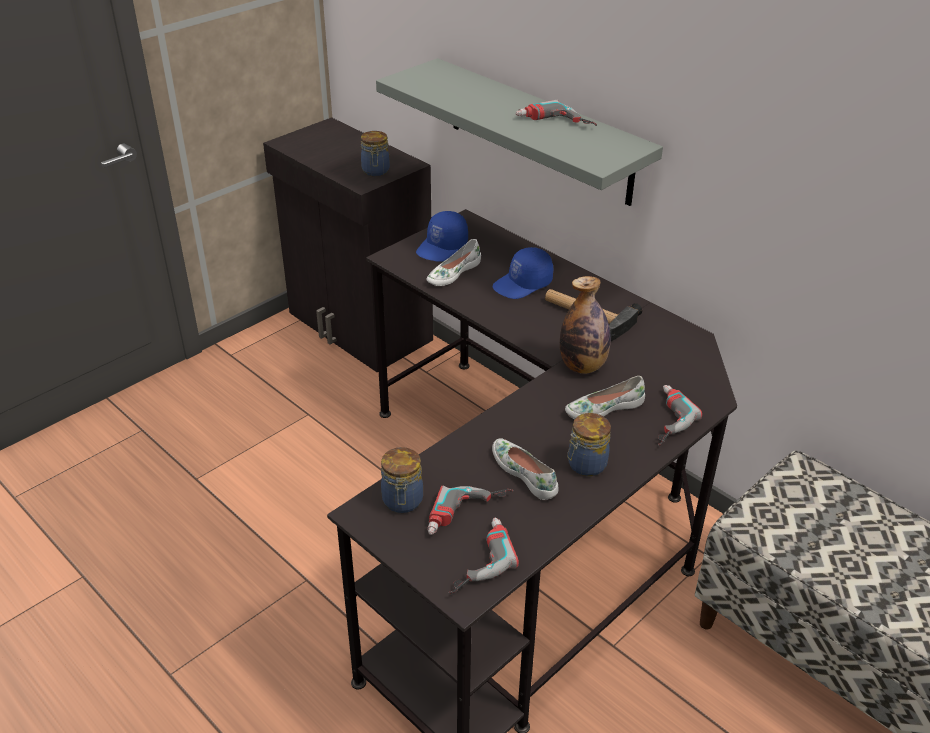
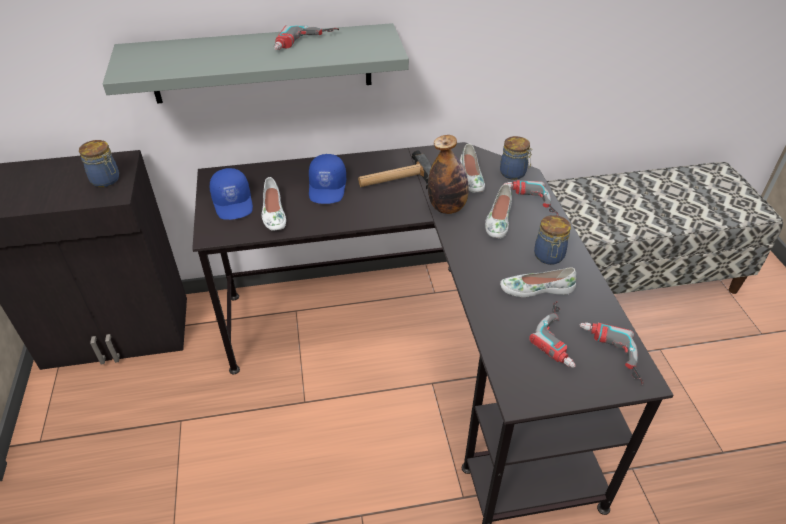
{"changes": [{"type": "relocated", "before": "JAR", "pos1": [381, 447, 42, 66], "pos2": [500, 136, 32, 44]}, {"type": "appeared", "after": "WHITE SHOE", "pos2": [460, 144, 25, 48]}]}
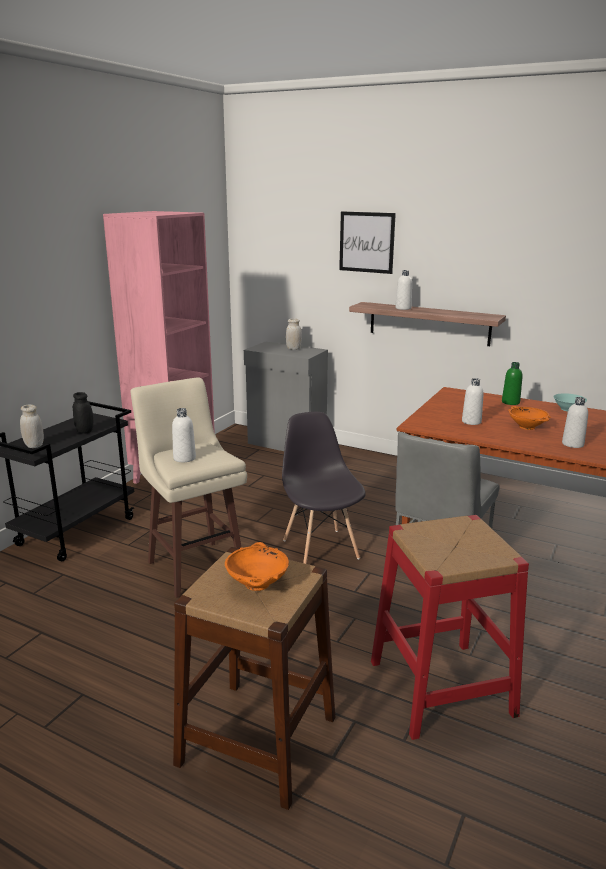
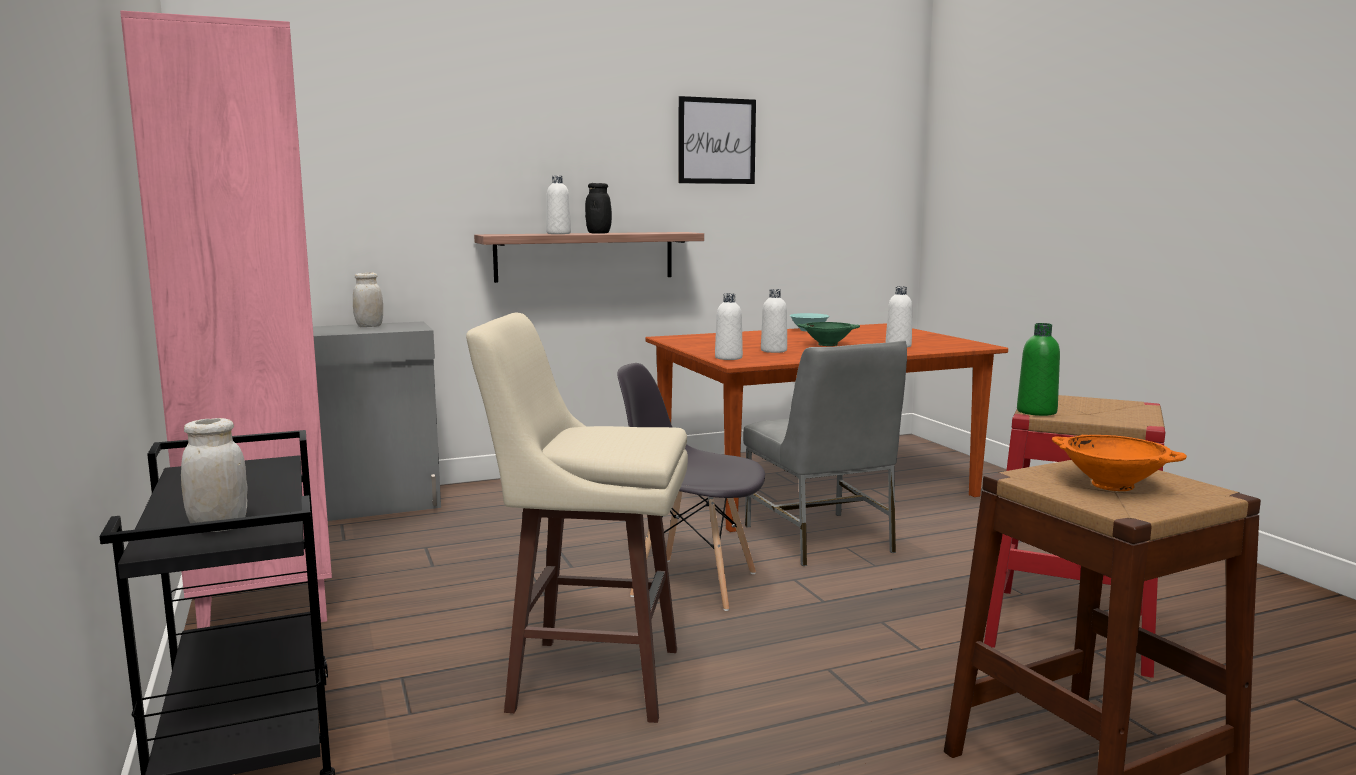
{"changes": [{"type": "relocated", "before": "PICTURE", "pos1": [339, 211, 57, 63], "pos2": [679, 96, 77, 88]}, {"type": "relocated", "before": "GREEN BOTTLE", "pos1": [502, 362, 20, 43], "pos2": [1017, 323, 43, 93]}, {"type": "relocated", "before": "BLACK JAR", "pos1": [73, 392, 20, 42], "pos2": [585, 183, 27, 51]}, {"type": "colour", "before": "ORANGE BOWL", "after": "GREEN BOWL", "pos1": [508, 406, 43, 24], "pos2": [798, 322, 62, 24]}, {"type": "relocated", "before": "WHITE BOTTLE", "pos1": [172, 408, 24, 54], "pos2": [715, 293, 28, 67]}]}
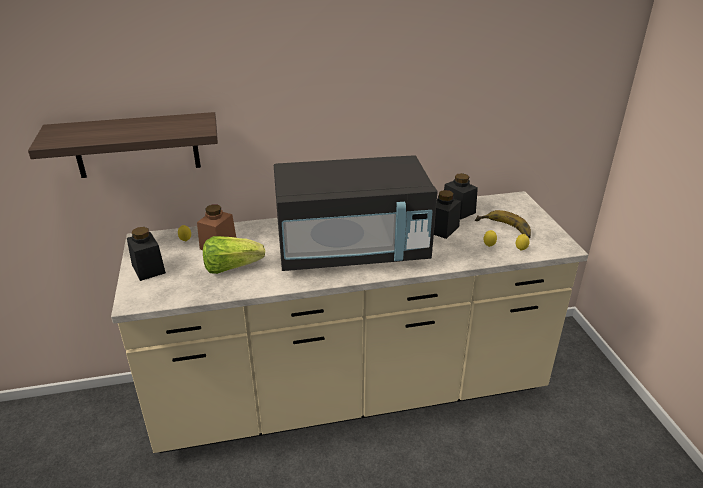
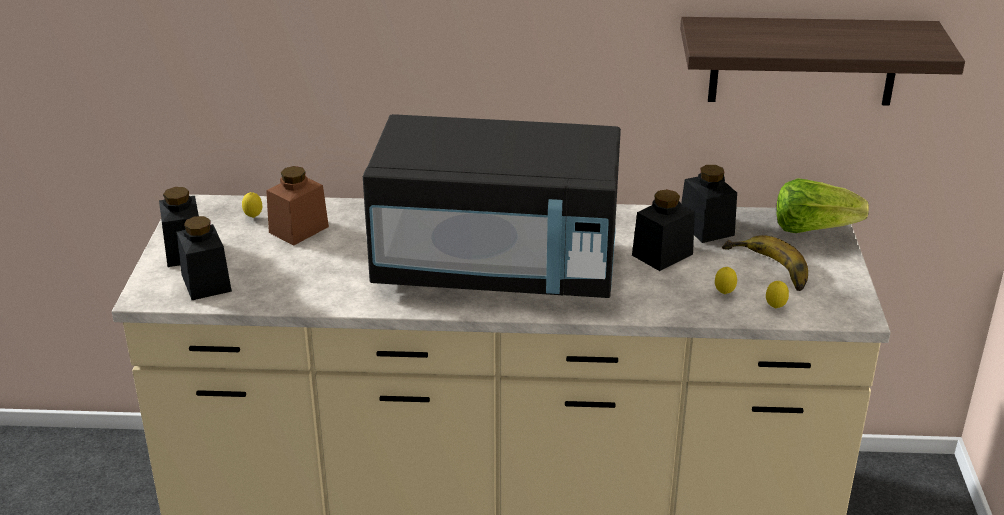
{"changes": [{"type": "relocated", "before": "SHELF", "pos1": [28, 112, 190, 66], "pos2": [680, 17, 285, 88]}, {"type": "relocated", "before": "LETTUCE", "pos1": [203, 236, 62, 38], "pos2": [777, 178, 92, 55]}, {"type": "appeared", "after": "BLACK JAR", "pos2": [177, 216, 55, 84]}]}
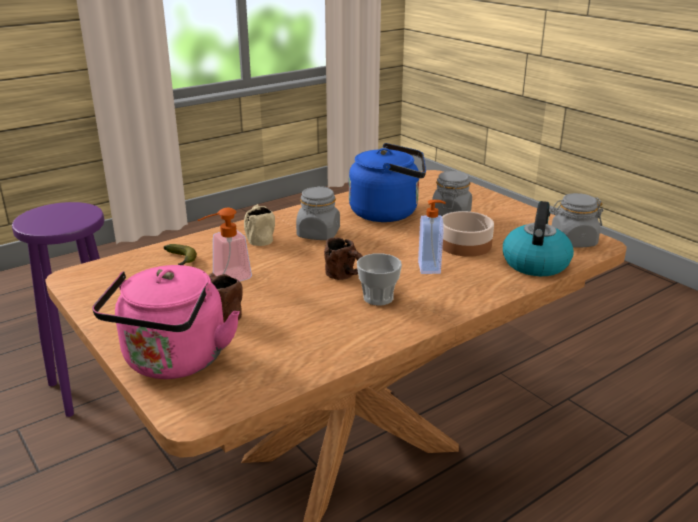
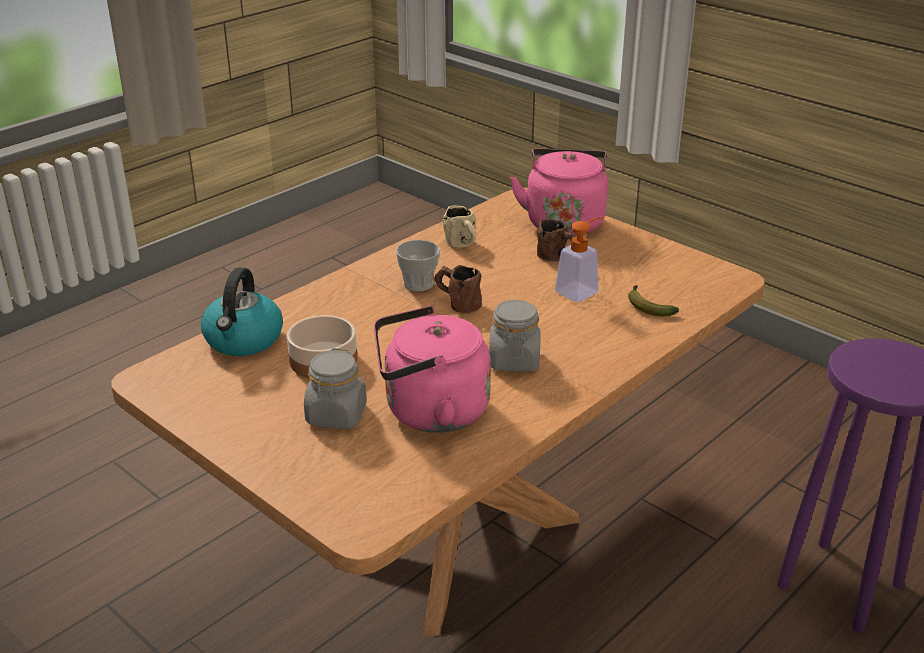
{"changes": [{"type": "colour", "before": "BLUE KETTLE", "after": "PINK KETTLE", "pos1": [349, 143, 77, 79], "pos2": [374, 306, 117, 127]}, {"type": "missing", "before": "GREY JAR", "pos1": [551, 193, 52, 55]}, {"type": "missing", "before": "SOAP DISPENSER", "pos1": [418, 200, 28, 74]}, {"type": "relocated", "before": "BEIGE MUG", "pos1": [244, 204, 31, 42], "pos2": [443, 205, 34, 43]}]}
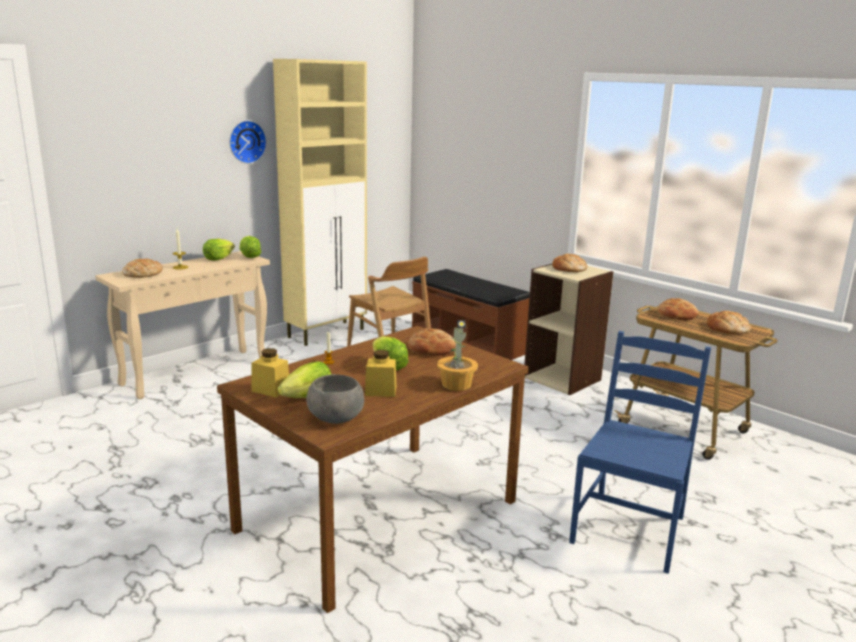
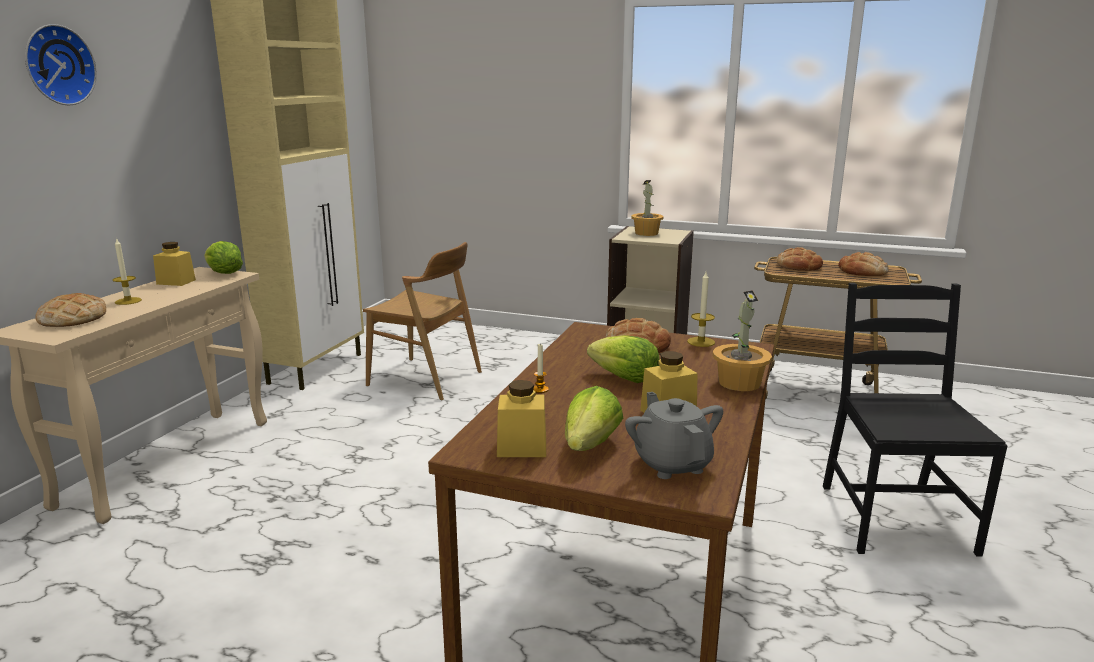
{"changes": [{"type": "relocated", "before": "WALL CLOCK", "pos1": [229, 120, 38, 44], "pos2": [25, 24, 72, 81]}, {"type": "exchanged", "before": "LETTUCE", "after": "YELLOW JAR", "pos1": [203, 239, 32, 22], "pos2": [153, 242, 43, 44]}, {"type": "exchanged", "before": "BREAD", "after": "POTTED PLANT", "pos1": [552, 254, 35, 18], "pos2": [631, 180, 33, 56]}, {"type": "missing", "before": "BROWN BENCH", "pos1": [412, 269, 118, 91]}, {"type": "colour", "before": "BLUE CHAIR", "after": "BLACK CHAIR", "pos1": [569, 331, 142, 243], "pos2": [823, 283, 184, 274]}, {"type": "exchanged", "before": "GREY BOWL", "after": "GREY TEAPOT", "pos1": [306, 374, 58, 50], "pos2": [625, 392, 98, 87]}, {"type": "appeared", "after": "CANDLE", "pos2": [687, 272, 28, 75]}]}
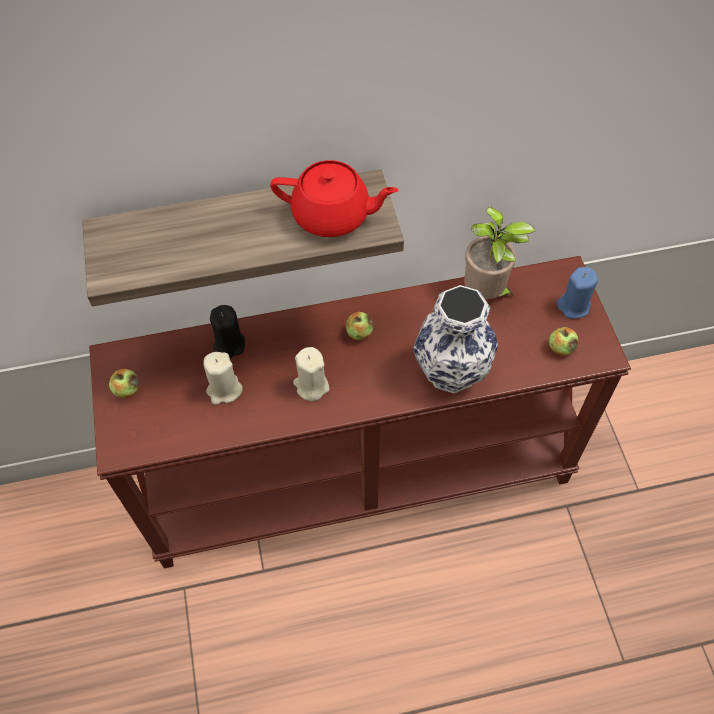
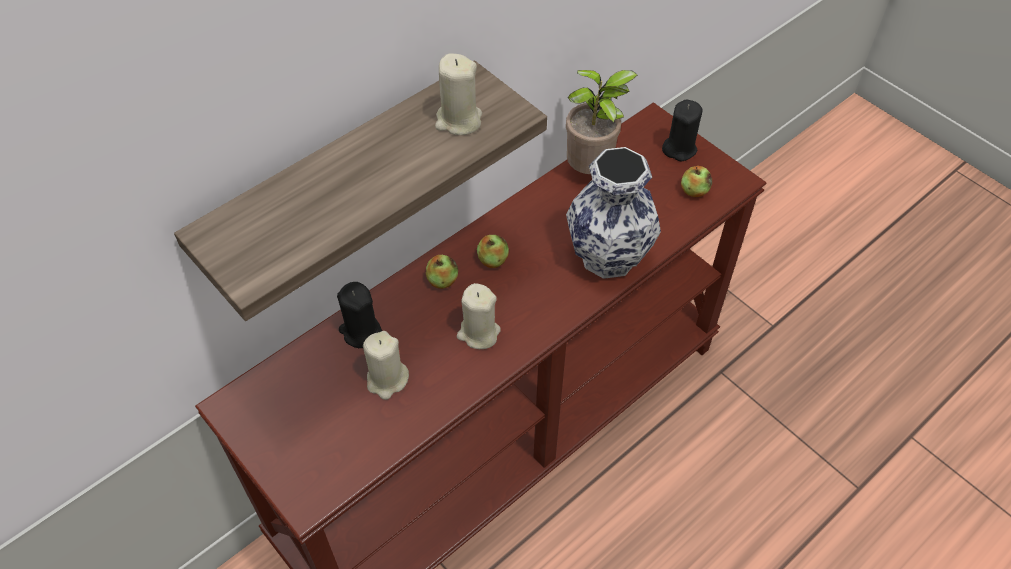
{"changes": [{"type": "exchanged", "before": "RED TEAPOT", "after": "BEIGE CANDLE", "pos1": [270, 160, 128, 77], "pos2": [435, 54, 47, 81]}, {"type": "colour", "before": "BLUE CANDLE", "after": "BLACK CANDLE", "pos1": [557, 267, 41, 52], "pos2": [662, 99, 40, 62]}, {"type": "relocated", "before": "APPLE", "pos1": [109, 369, 30, 29], "pos2": [426, 255, 32, 34]}]}
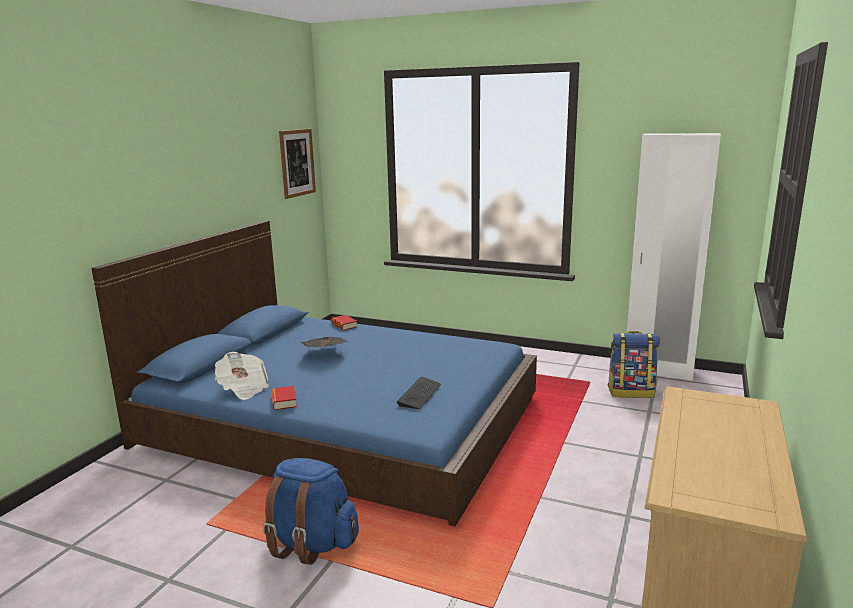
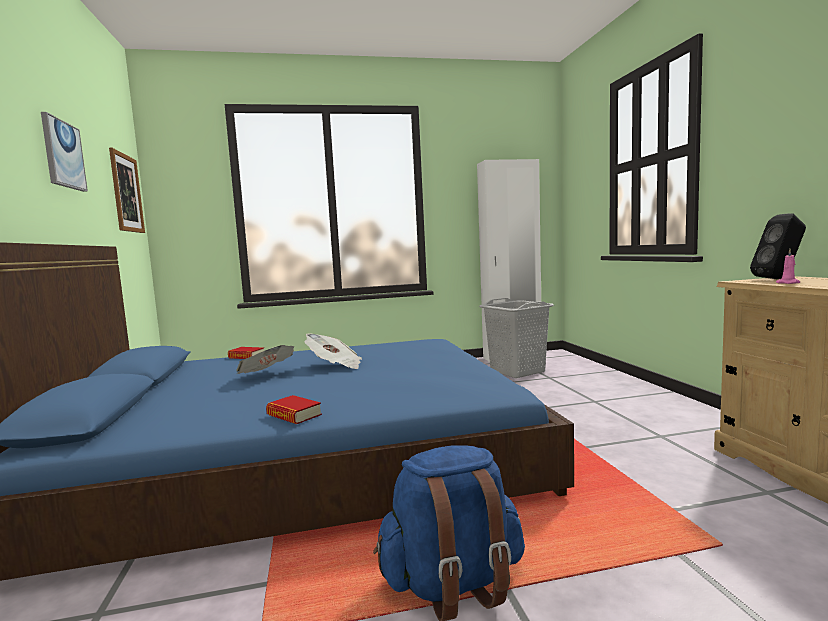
{"changes": [{"type": "exchanged", "before": "BACKPACK", "after": "GREY LAUNDRY BASKET", "pos1": [608, 331, 52, 67], "pos2": [479, 298, 75, 80]}, {"type": "relocated", "before": "NEWSPAPER", "pos1": [215, 352, 54, 48], "pos2": [305, 333, 57, 36]}, {"type": "missing", "before": "KEYBOARD", "pos1": [397, 377, 44, 32]}, {"type": "appeared", "after": "PICTURE", "pos2": [41, 112, 47, 80]}, {"type": "appeared", "after": "BLACK SPEAKER", "pos2": [750, 213, 56, 66]}, {"type": "appeared", "after": "PINK CANDLE", "pos2": [776, 249, 24, 35]}]}
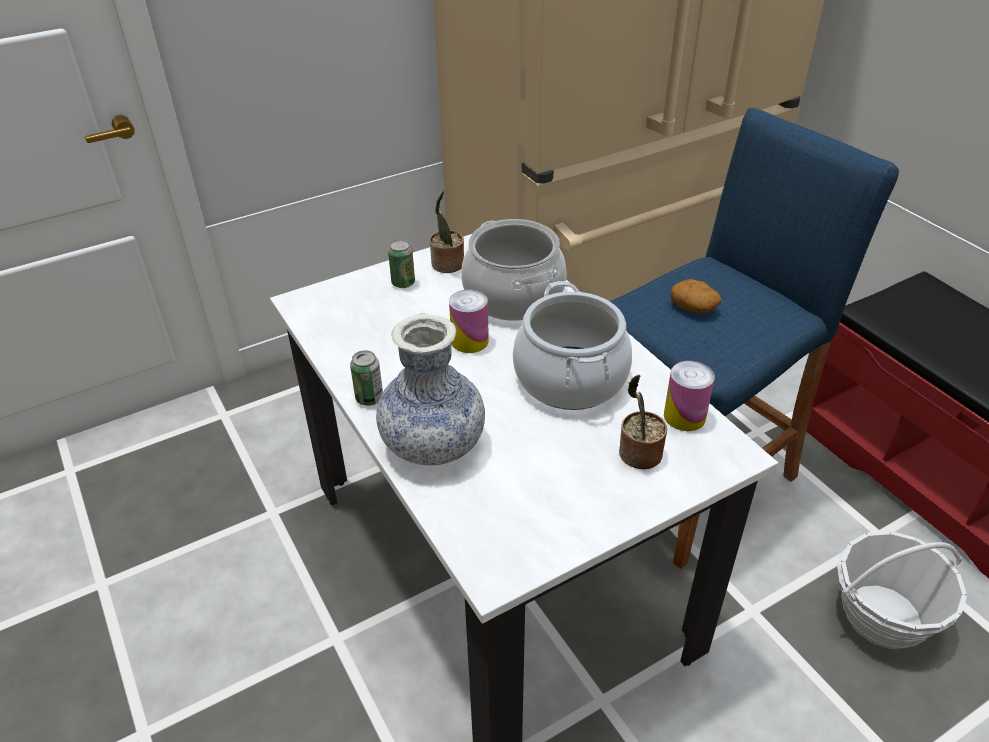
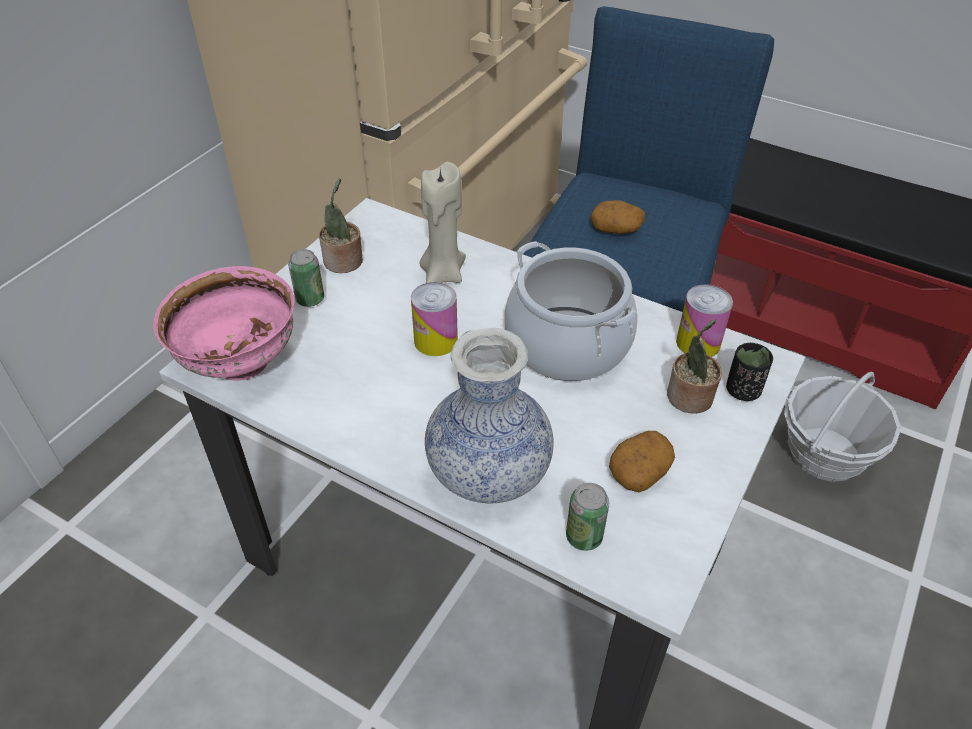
{"changes": [{"type": "exchanged", "before": "COOKING POT", "after": "BEIGE CANDLE", "pos1": [461, 219, 106, 102], "pos2": [420, 162, 46, 121]}, {"type": "relocated", "before": "CAN", "pos1": [350, 350, 33, 56], "pos2": [566, 483, 43, 68]}, {"type": "appeared", "after": "PINK BOWL", "pos2": [153, 266, 142, 115]}, {"type": "appeared", "after": "BLACK CUP", "pos2": [726, 343, 47, 58]}, {"type": "appeared", "after": "POTATO", "pos2": [609, 431, 66, 61]}]}
